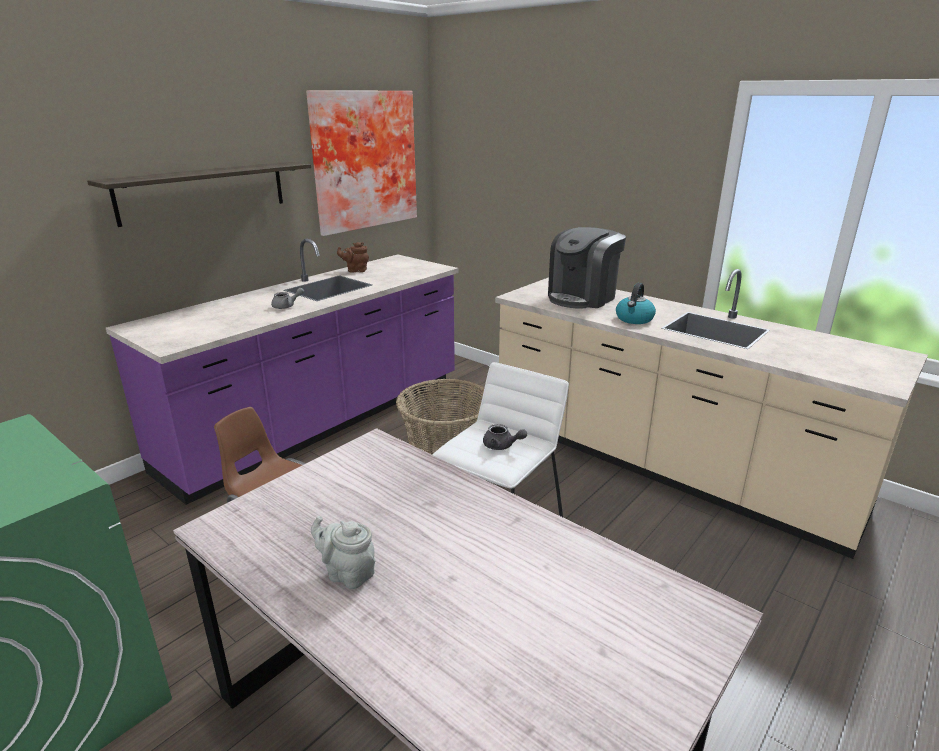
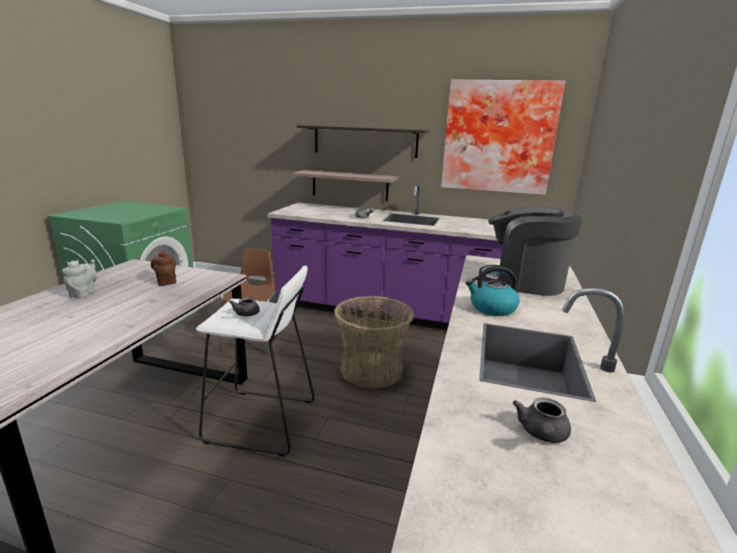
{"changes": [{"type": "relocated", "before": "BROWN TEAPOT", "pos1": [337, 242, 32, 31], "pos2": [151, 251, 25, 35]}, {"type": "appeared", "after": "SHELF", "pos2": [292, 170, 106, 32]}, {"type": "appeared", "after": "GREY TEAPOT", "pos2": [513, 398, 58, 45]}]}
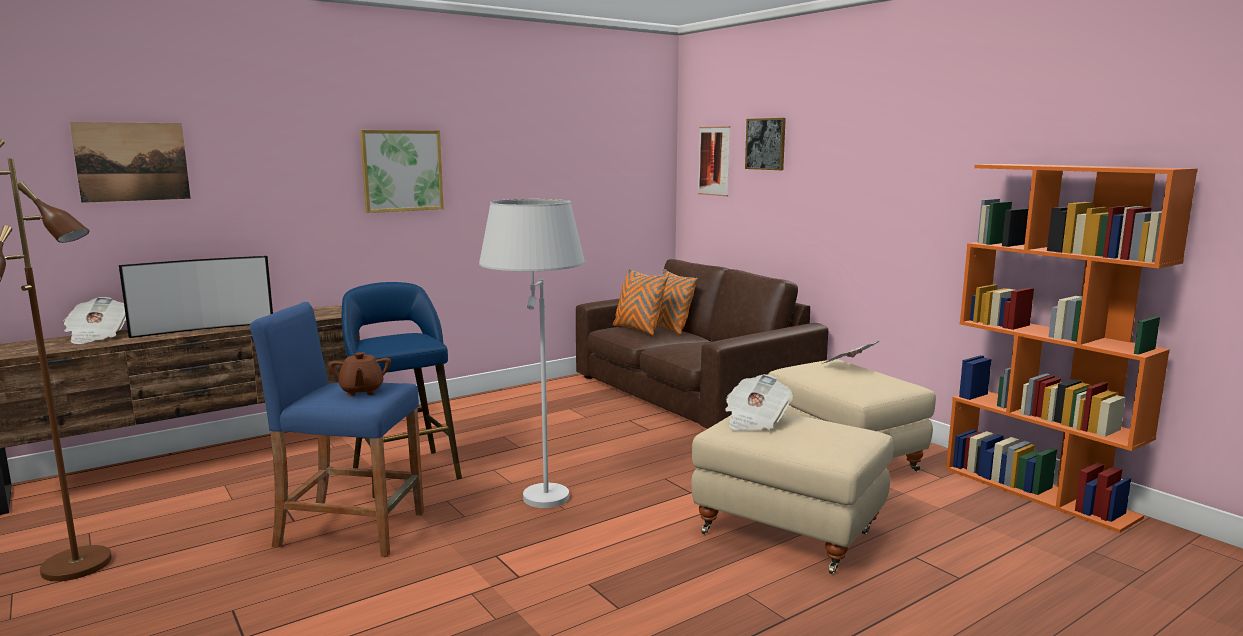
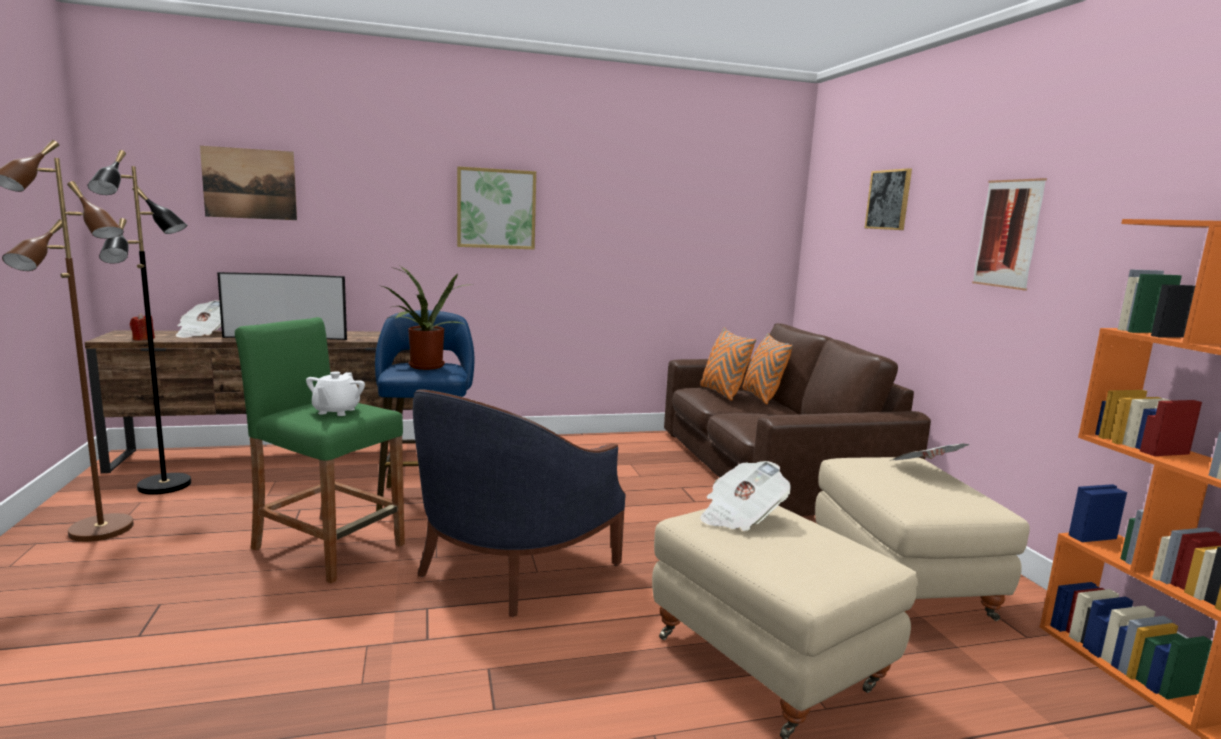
{"changes": [{"type": "relocated", "before": "PICTURE", "pos1": [698, 126, 32, 70], "pos2": [972, 178, 75, 113]}, {"type": "exchanged", "before": "WHITE FLOOR LAMP", "after": "BLUE ARMCHAIR", "pos1": [479, 199, 106, 309], "pos2": [413, 389, 213, 228]}, {"type": "colour", "before": "BLUE STOOL", "after": "GREEN STOOL", "pos1": [250, 302, 174, 255], "pos2": [235, 317, 170, 266]}, {"type": "colour", "before": "BROWN TEAPOT", "after": "WHITE TEAPOT", "pos1": [328, 352, 63, 44], "pos2": [306, 371, 59, 45]}, {"type": "appeared", "after": "BLACK FLOOR LAMP", "pos2": [88, 150, 103, 345]}, {"type": "appeared", "after": "POTTED PLANT", "pos2": [382, 266, 91, 104]}, {"type": "appeared", "after": "RED CANDLE", "pos2": [130, 313, 25, 28]}]}
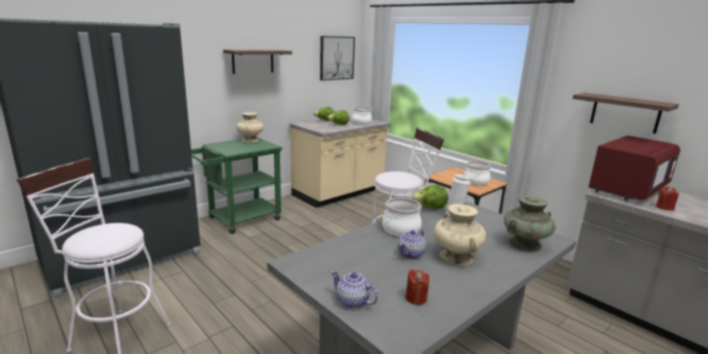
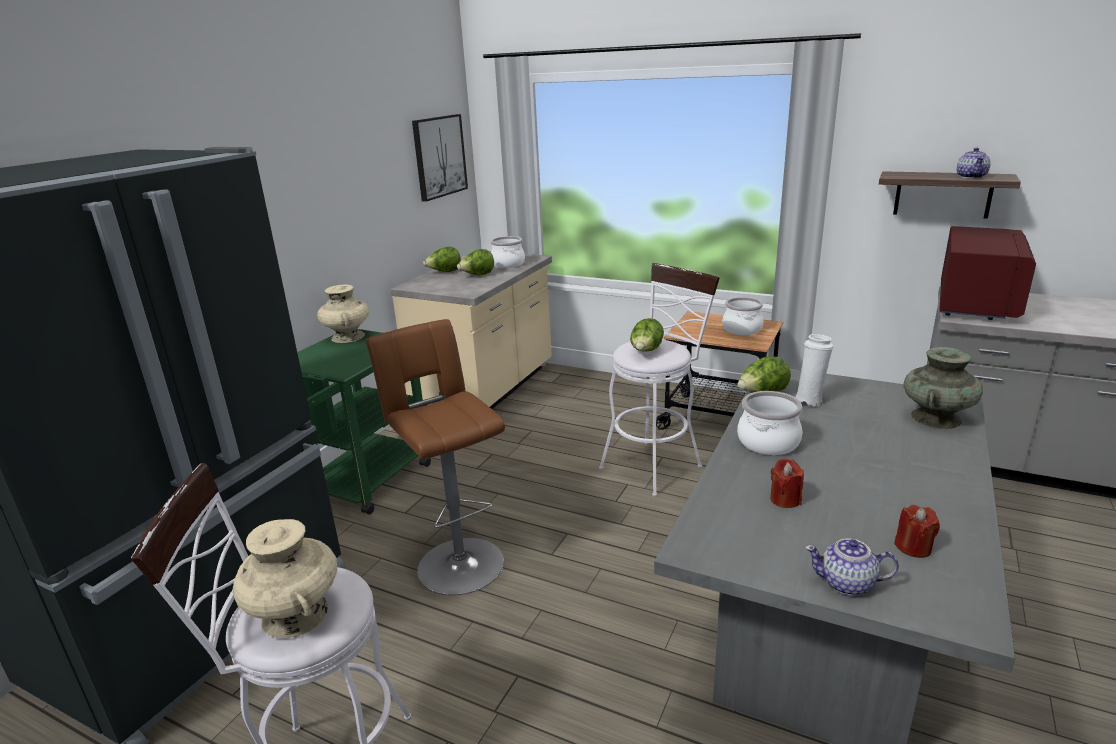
{"changes": [{"type": "missing", "before": "SHELF", "pos1": [223, 49, 69, 25]}, {"type": "relocated", "before": "RED CANDLE", "pos1": [656, 186, 23, 25], "pos2": [770, 458, 34, 50]}, {"type": "relocated", "before": "BEIGE VASE", "pos1": [434, 204, 52, 61], "pos2": [233, 519, 104, 119]}, {"type": "relocated", "before": "TEAPOT", "pos1": [398, 229, 28, 30], "pos2": [957, 147, 34, 32]}, {"type": "appeared", "after": "LETTUCE", "pos2": [630, 318, 34, 34]}, {"type": "appeared", "after": "BROWN STOOL", "pos2": [366, 319, 139, 276]}]}
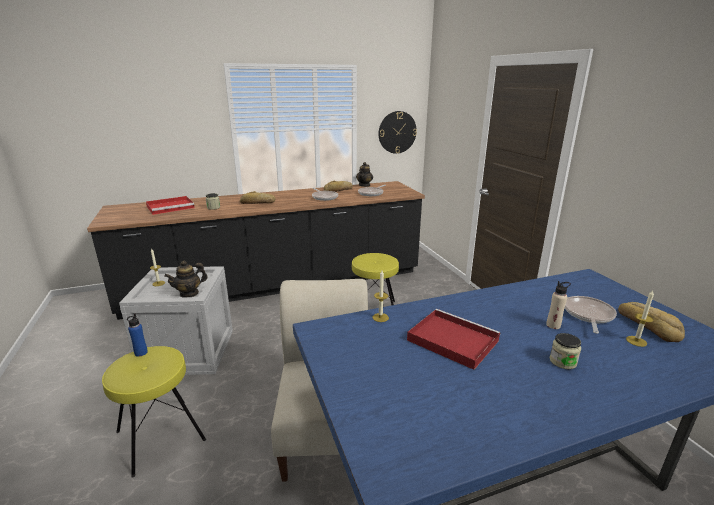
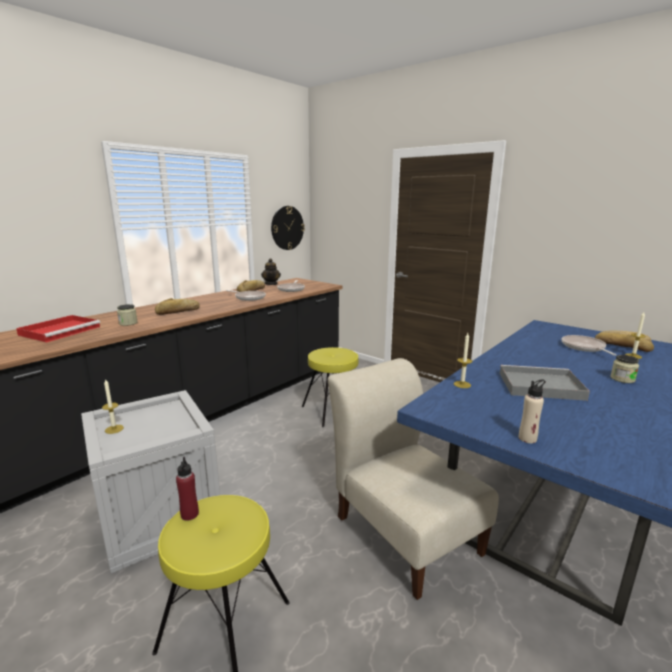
{"changes": [{"type": "missing", "before": "TEAPOT", "pos1": [164, 261, 44, 36]}, {"type": "relocated", "before": "BEIGE BOTTLE", "pos1": [546, 281, 25, 48], "pos2": [519, 379, 26, 64]}, {"type": "colour", "before": "RED TRAY", "after": "GREY TRAY", "pos1": [407, 309, 93, 61], "pos2": [500, 365, 90, 36]}, {"type": "colour", "before": "BLUE BOTTLE", "after": "RED BOTTLE", "pos1": [127, 314, 21, 43], "pos2": [176, 457, 23, 64]}]}
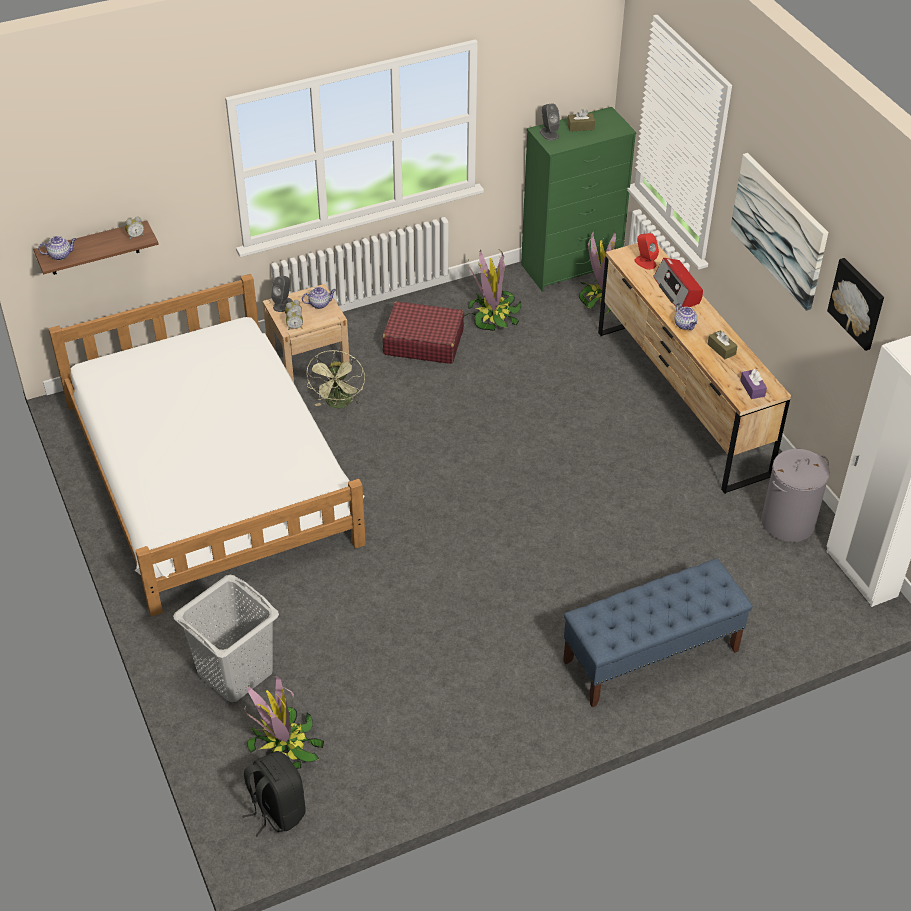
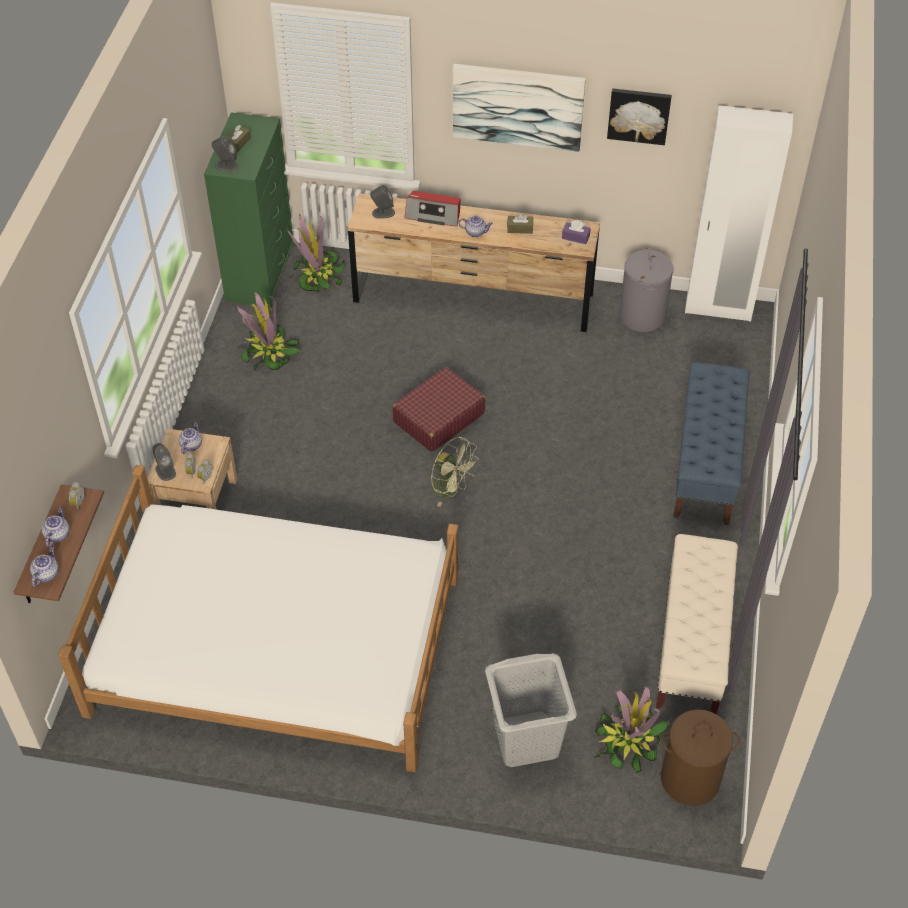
{"changes": [{"type": "colour", "before": "RED SPEAKER", "after": "GREY SPEAKER", "pos1": [635, 233, 24, 37], "pos2": [370, 185, 25, 34]}, {"type": "relocated", "before": "RED SUITCASE", "pos1": [382, 302, 82, 62], "pos2": [392, 367, 93, 85]}, {"type": "relocated", "before": "GREEN FAN", "pos1": [306, 350, 59, 58], "pos2": [431, 436, 48, 71]}, {"type": "exchanged", "before": "BLACK BACKPACK", "after": "BROWN LAUNDRY BASKET", "pos1": [242, 751, 64, 85], "pos2": [661, 710, 79, 96]}, {"type": "appeared", "after": "TEAPOT", "pos2": [42, 507, 28, 40]}, {"type": "appeared", "after": "BEIGE BENCH", "pos2": [656, 534, 82, 181]}]}
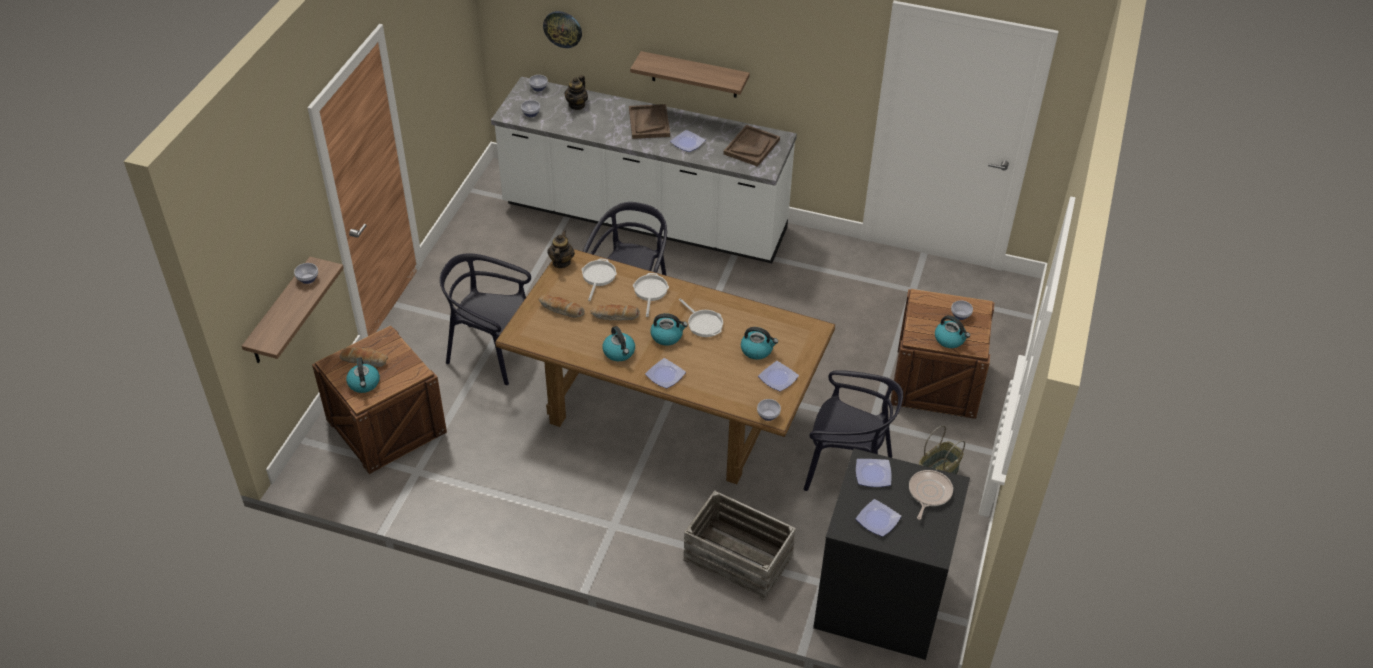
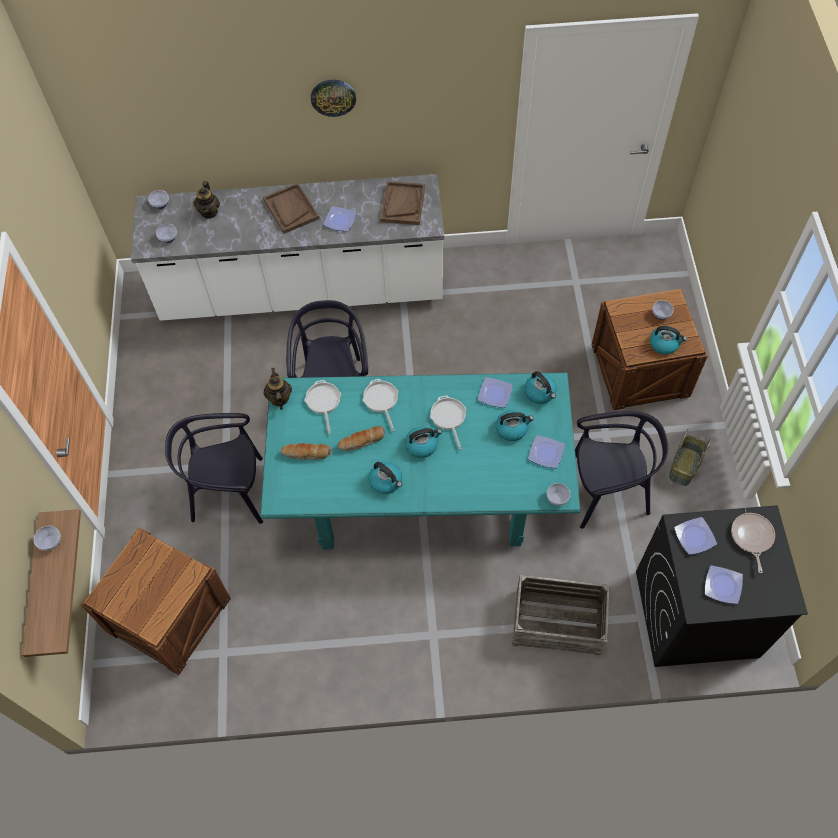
{"changes": [{"type": "relocated", "before": "WALL CLOCK", "pos1": [543, 11, 39, 37], "pos2": [311, 80, 45, 37]}, {"type": "missing", "before": "SHELF", "pos1": [630, 51, 120, 47]}, {"type": "colour", "before": "BROWN DINING TABLE", "after": "TURQUOISE DINING TABLE", "pos1": [495, 249, 340, 235], "pos2": [260, 373, 321, 177]}, {"type": "spun", "before": "FRYING PAN", "pos1": [679, 298, 44, 39], "pos2": [430, 395, 36, 55], "turn": -135}, {"type": "missing", "before": "BREAD", "pos1": [340, 347, 48, 20]}, {"type": "relocated", "before": "KETTLE", "pos1": [346, 357, 34, 36], "pos2": [524, 371, 33, 33]}, {"type": "relocated", "before": "PLATE", "pos1": [645, 358, 41, 30], "pos2": [478, 377, 35, 31]}]}
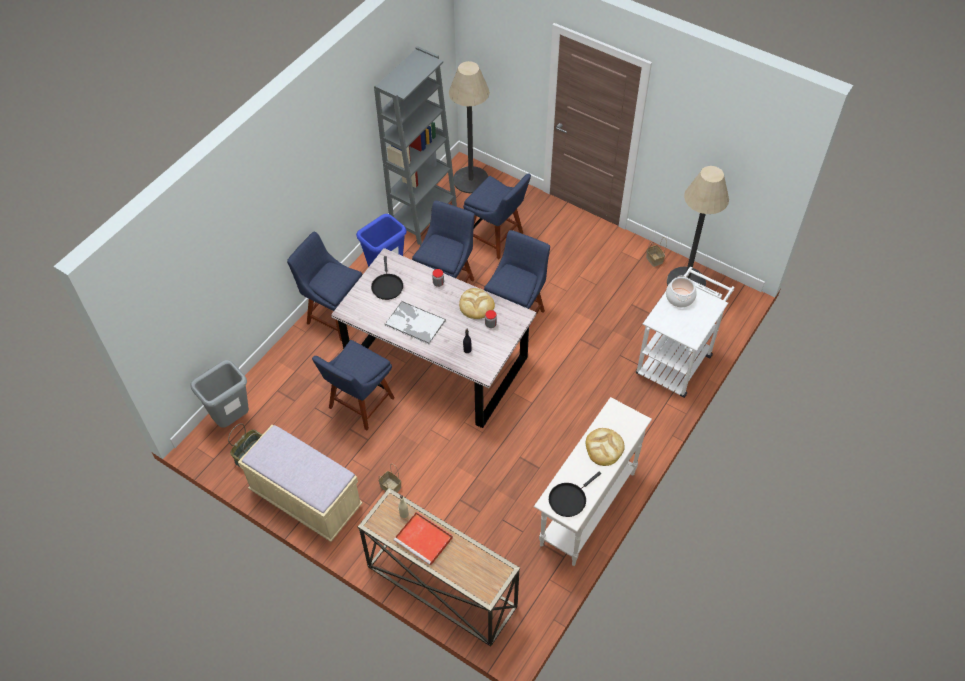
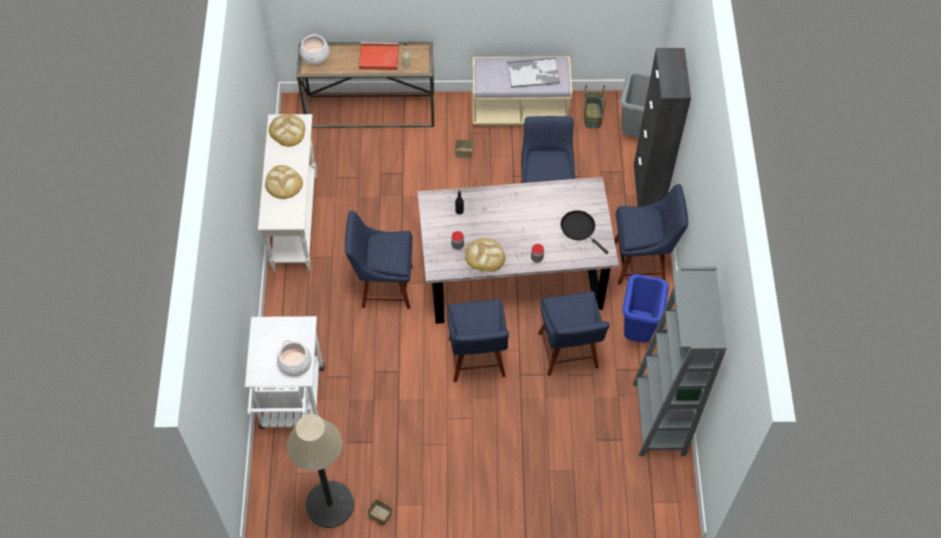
{"changes": [{"type": "missing", "before": "FLOOR LAMP", "pos1": [449, 61, 41, 132]}, {"type": "relocated", "before": "BLUE CHAIR", "pos1": [463, 173, 68, 86], "pos2": [345, 211, 68, 98]}, {"type": "relocated", "before": "TRAY", "pos1": [385, 301, 61, 43], "pos2": [507, 58, 53, 30]}, {"type": "exchanged", "before": "BLACK FRYING PAN", "after": "BREAD", "pos1": [549, 472, 52, 45], "pos2": [269, 114, 36, 33]}, {"type": "appeared", "after": "COOKING POT", "pos2": [300, 34, 29, 31]}, {"type": "appeared", "after": "BLACK CABINET", "pos2": [634, 48, 57, 159]}]}
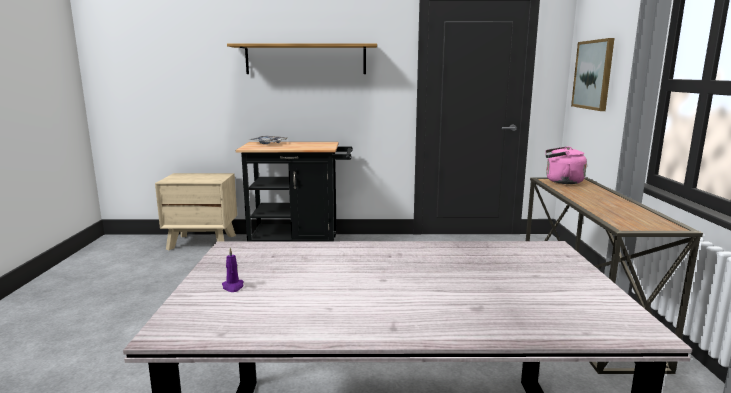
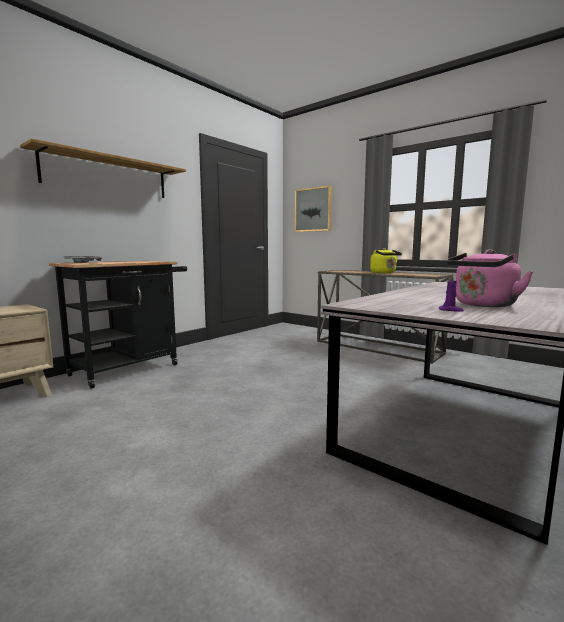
{"changes": [{"type": "relocated", "before": "PINK KETTLE", "pos1": [546, 146, 41, 38], "pos2": [447, 249, 86, 58]}, {"type": "appeared", "after": "YELLOW KETTLE", "pos2": [370, 248, 32, 25]}]}
